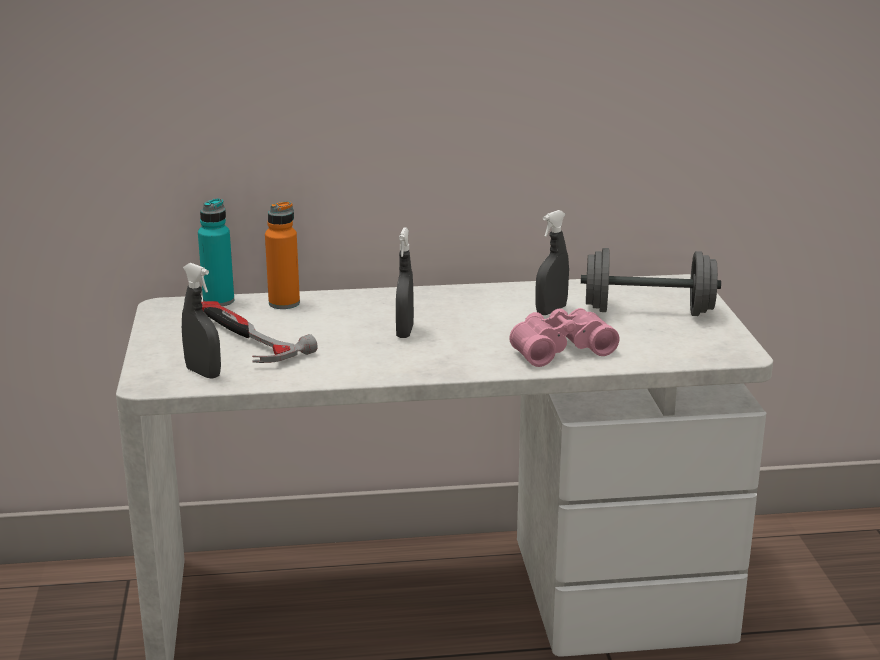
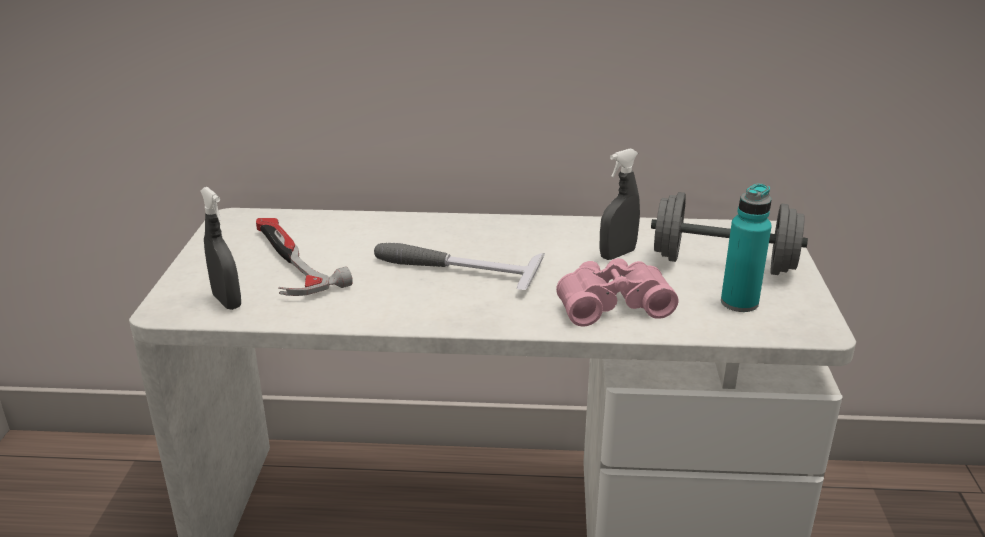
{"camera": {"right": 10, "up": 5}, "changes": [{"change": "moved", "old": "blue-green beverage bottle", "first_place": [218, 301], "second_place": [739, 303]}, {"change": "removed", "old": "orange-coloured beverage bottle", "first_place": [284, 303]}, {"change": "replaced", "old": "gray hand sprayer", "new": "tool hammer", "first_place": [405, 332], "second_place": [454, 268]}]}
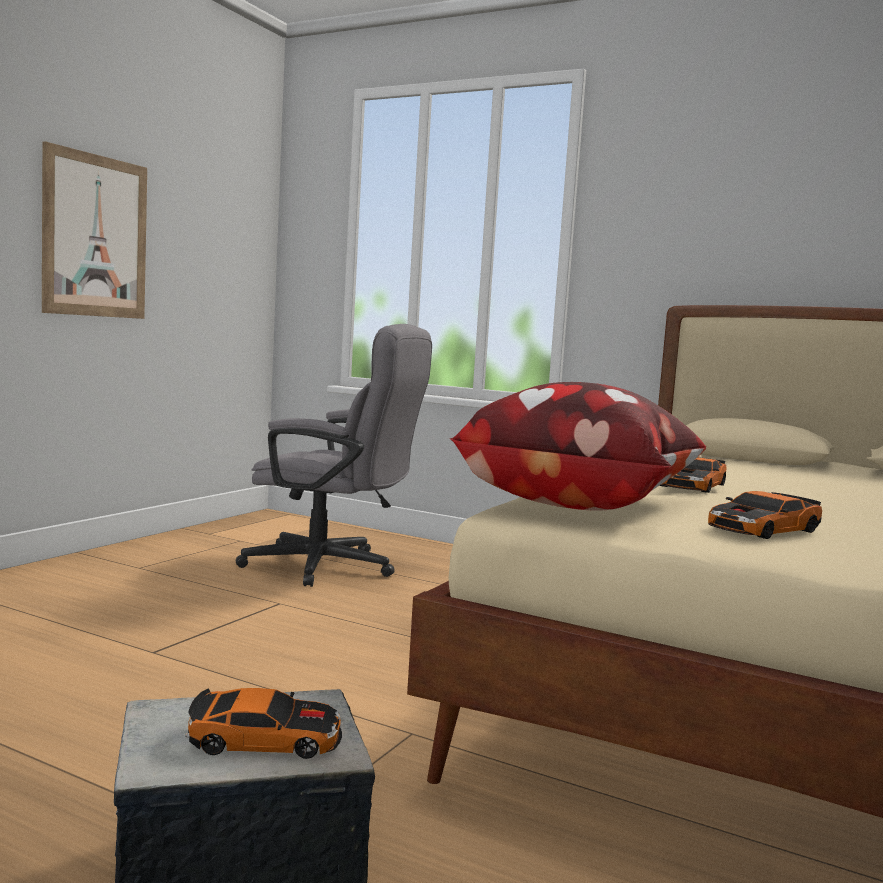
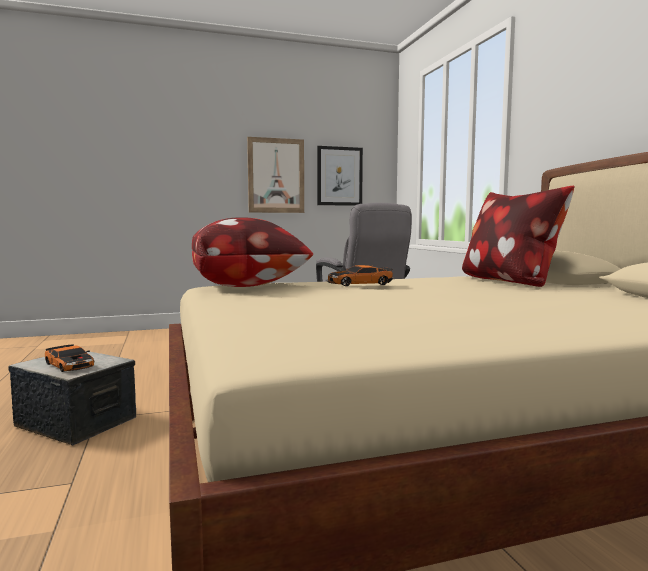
{"camera": {"right": 45, "up": 0}, "changes": [{"change": "removed", "old": "model car", "first_place": [763, 529]}, {"change": "added", "new": "wall art", "second_place": [339, 176]}, {"change": "added", "new": "throw pillow", "second_place": [509, 282]}]}
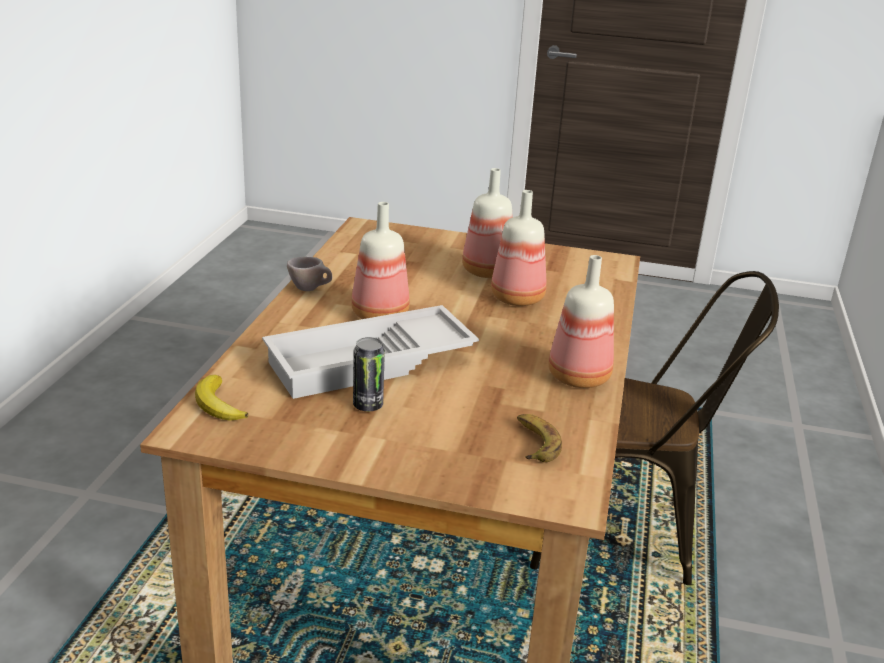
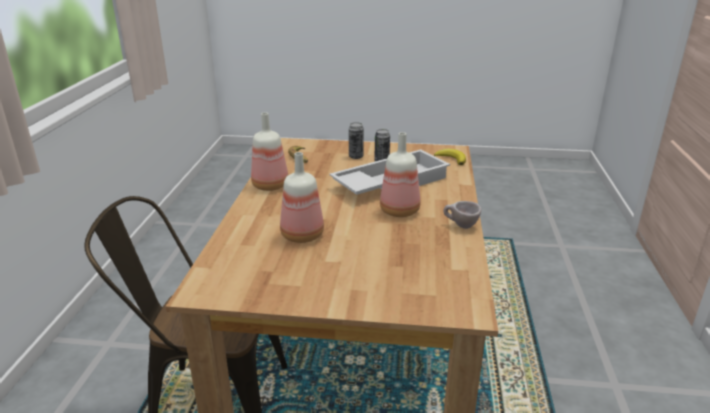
{"camera": {"right": 175, "up": 0}, "changes": [{"change": "removed", "old": "beverage bottle", "first_place": [486, 271]}, {"change": "added", "new": "sealed can", "second_place": [356, 157]}]}
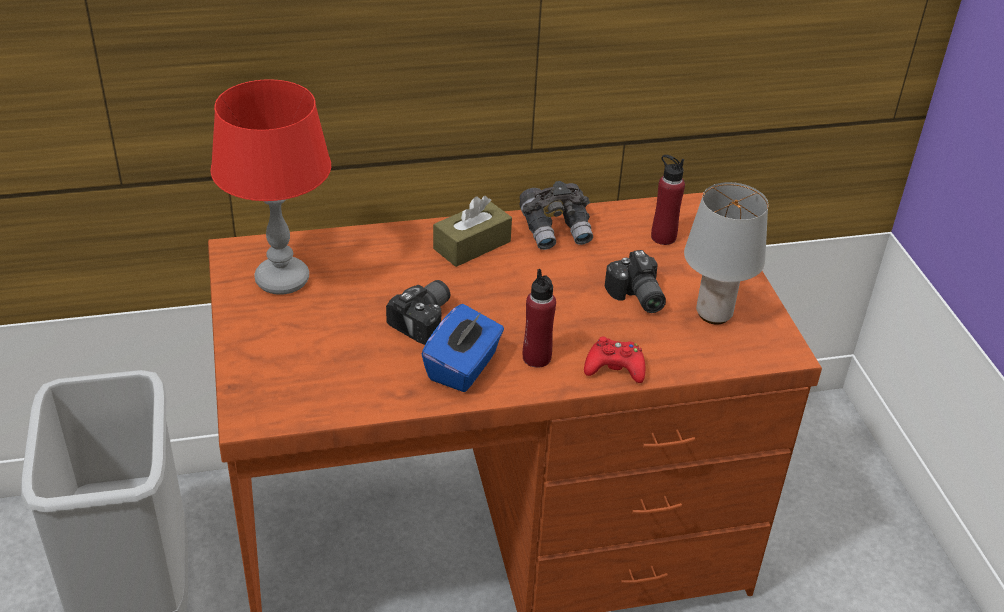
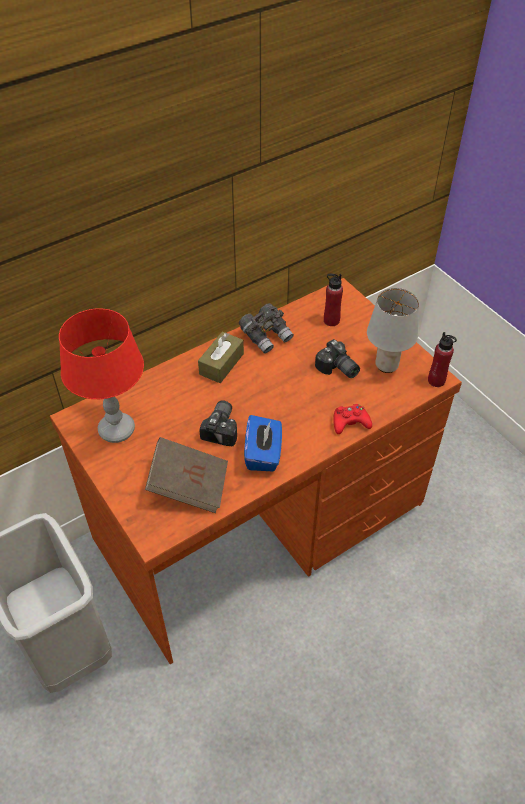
{"camera": {"right": -20, "up": 10}, "changes": [{"change": "moved", "old": "reddish beverage bottle", "first_place": [536, 358], "second_place": [436, 380]}, {"change": "added", "new": "brown book", "second_place": [189, 485]}]}
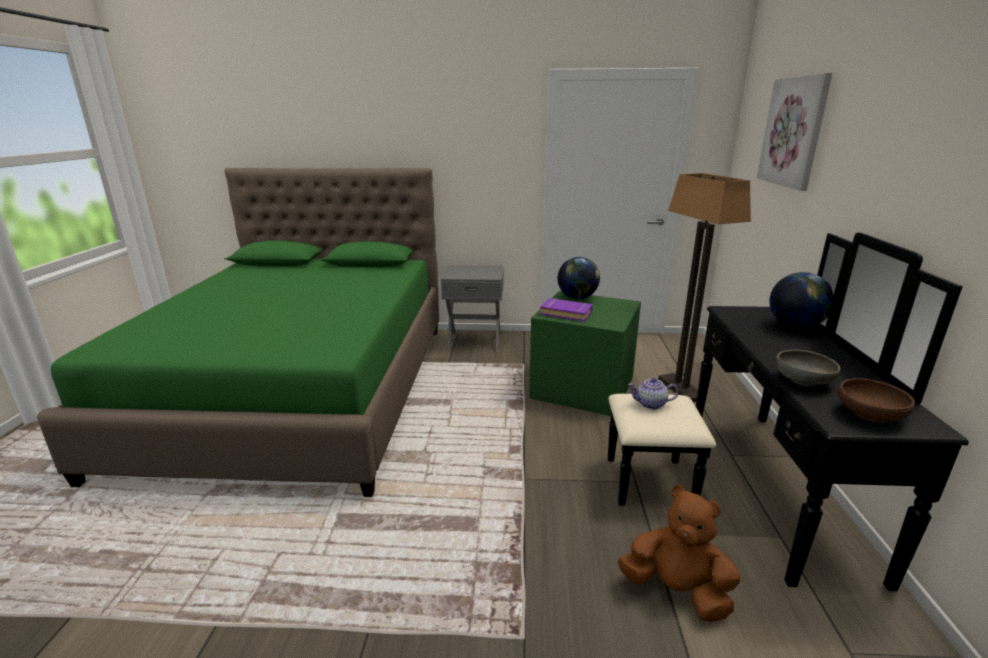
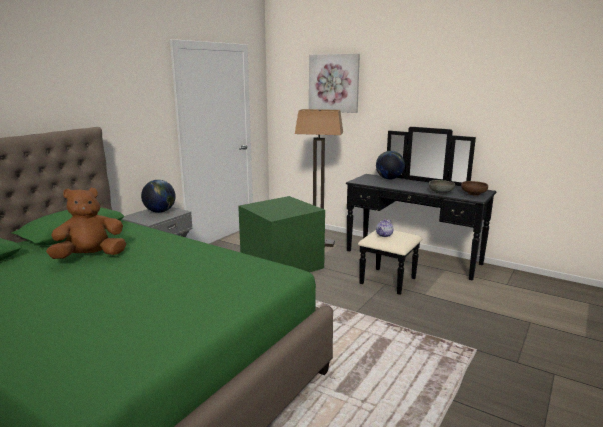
{"camera": {"right": -60, "up": -5}, "changes": [{"change": "removed", "old": "purple-coloured book", "first_place": [566, 313]}, {"change": "moved", "old": "desk globe", "first_place": [577, 298], "second_place": [160, 212]}, {"change": "moved", "old": "brown soft toy", "first_place": [676, 591], "second_place": [90, 256]}]}
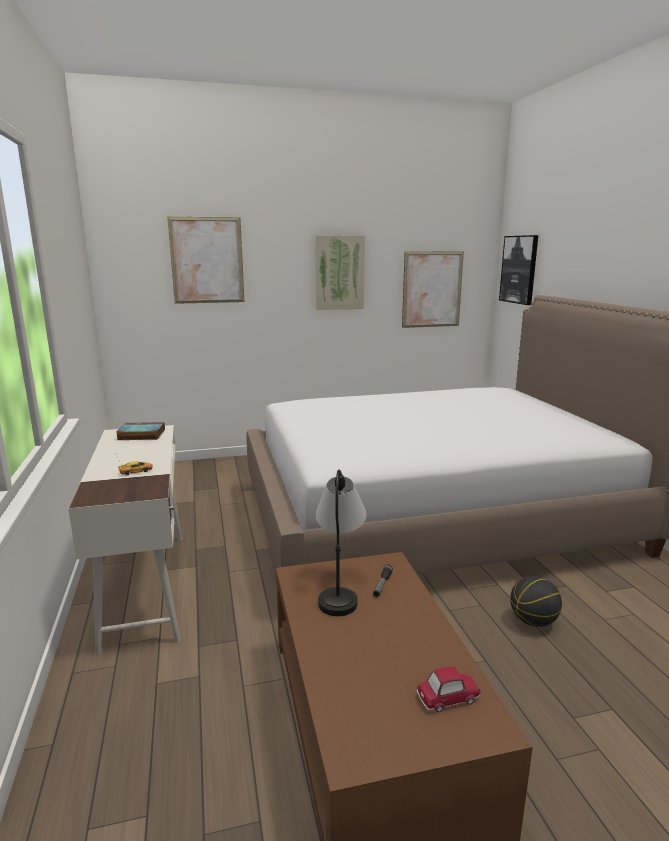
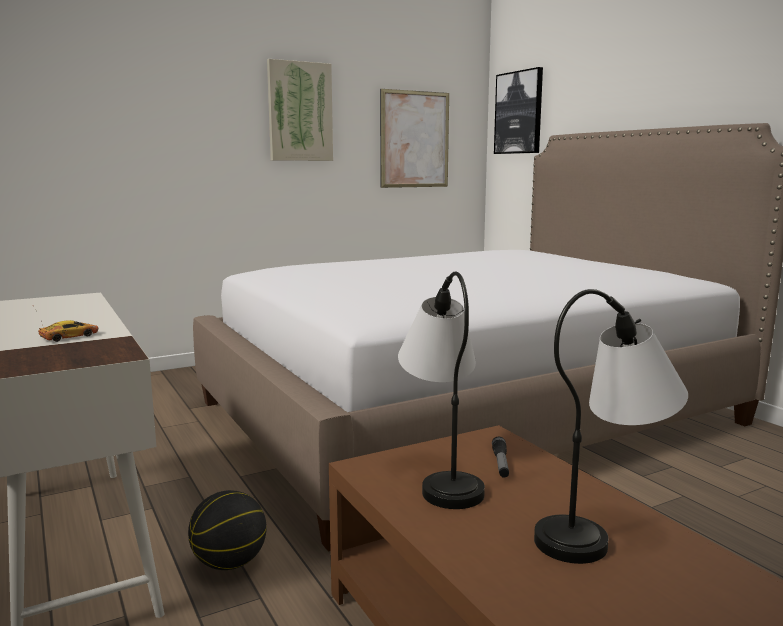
{"camera": {"right": -15, "up": -5}, "changes": [{"change": "removed", "old": "book", "first_place": [140, 435]}, {"change": "removed", "old": "wall art", "first_place": [207, 260]}, {"change": "removed", "old": "model car", "first_place": [448, 697]}, {"change": "moved", "old": "ball for basketball", "first_place": [533, 621], "second_place": [230, 563]}, {"change": "added", "new": "table lamp", "second_place": [606, 530]}]}
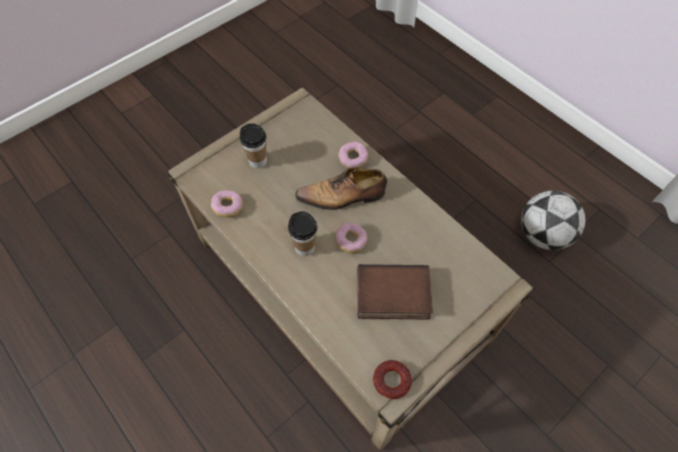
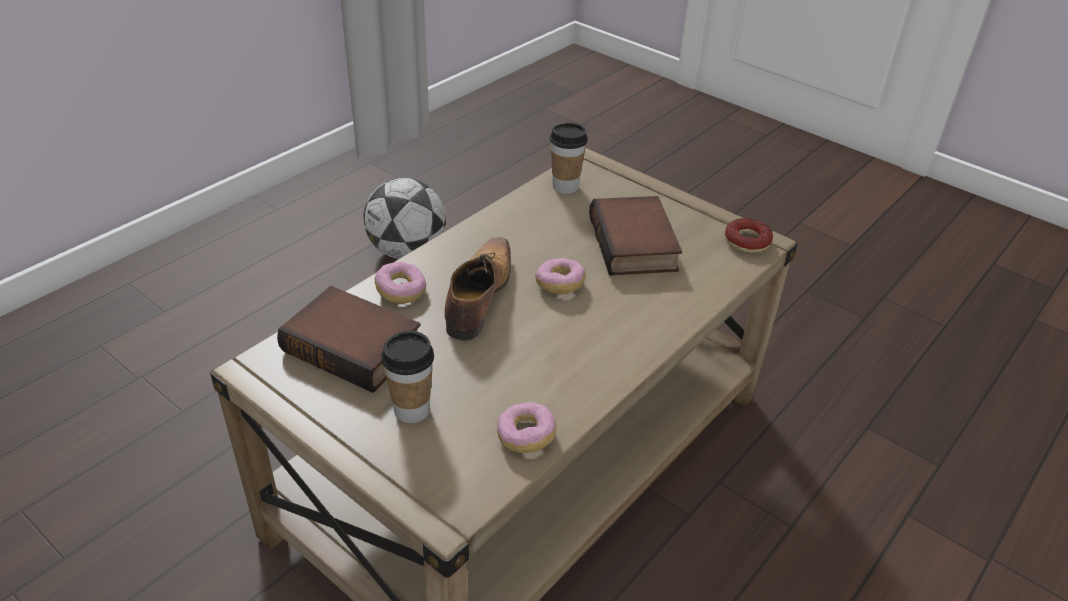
{"camera": {"right": -100, "up": -20}, "changes": [{"change": "moved", "old": "small cup", "first_place": [305, 247], "second_place": [565, 186]}, {"change": "turned", "old": "low shoe", "first_place": [343, 196], "second_place": [478, 297], "degrees": -150}, {"change": "added", "new": "book", "second_place": [356, 346]}]}
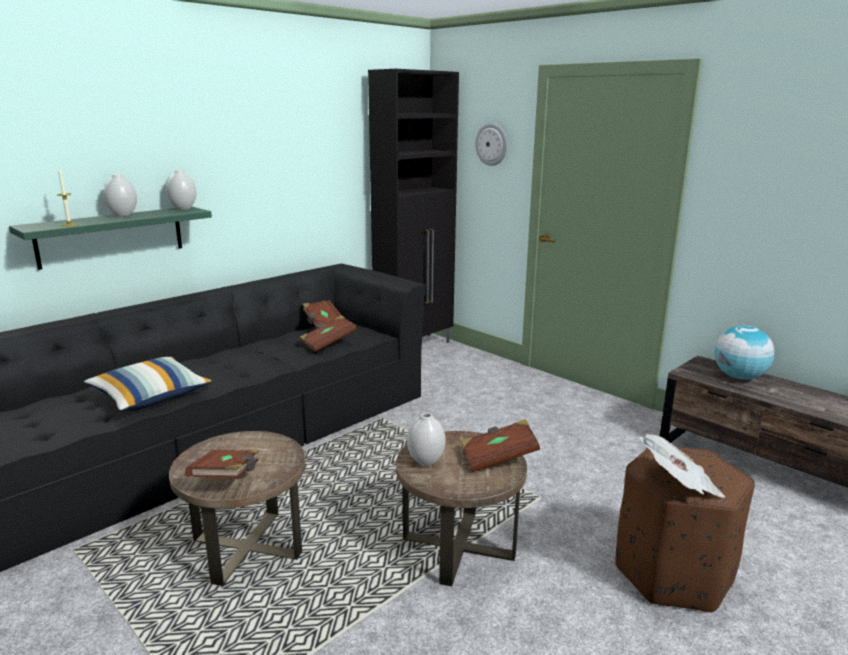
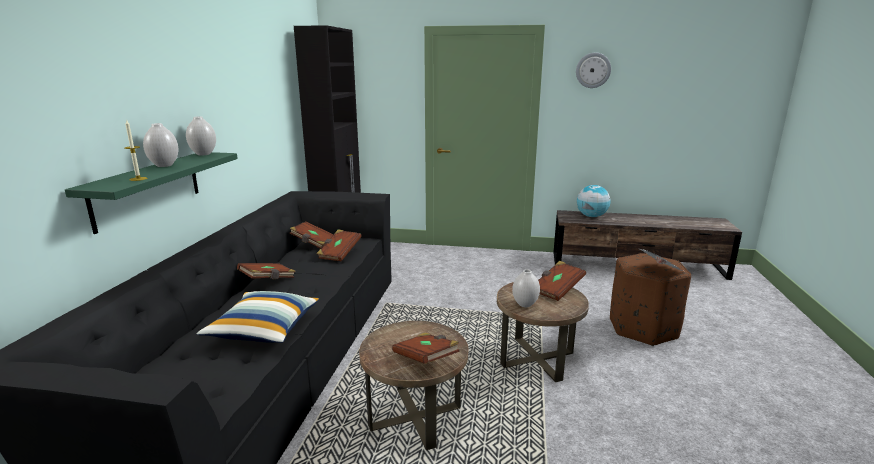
{"camera": {"right": -35, "up": 0}, "changes": [{"change": "moved", "old": "clock on the wall", "first_place": [492, 144], "second_place": [593, 70]}, {"change": "added", "new": "brown book", "second_place": [268, 280]}]}
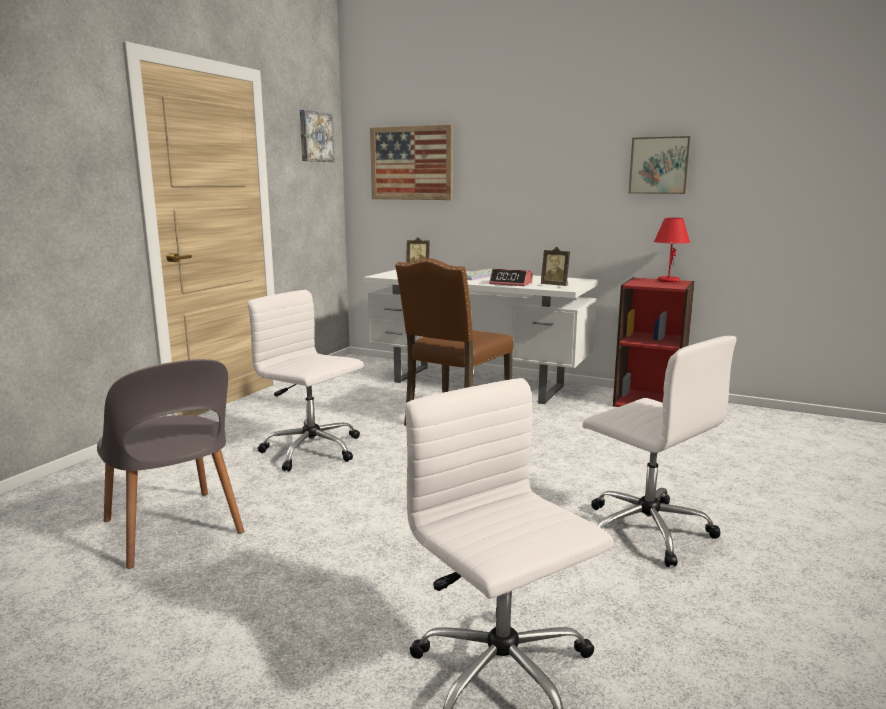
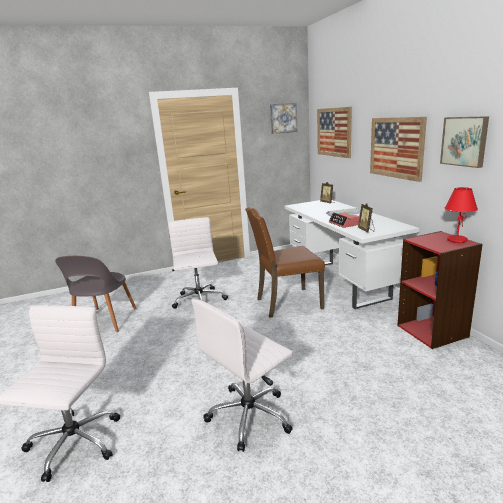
{"camera": {"right": 45, "up": 5}, "changes": [{"change": "turned", "old": "white computer chair", "first_place": [645, 529], "second_place": [250, 415], "degrees": 45}, {"change": "added", "new": "wall art", "second_place": [396, 147]}]}
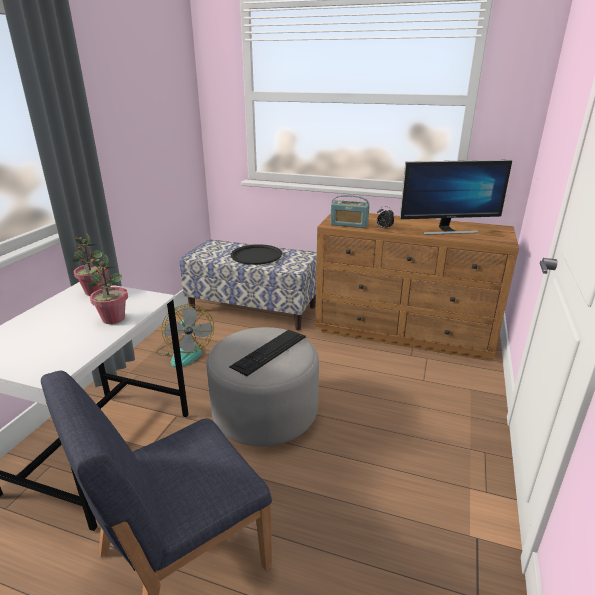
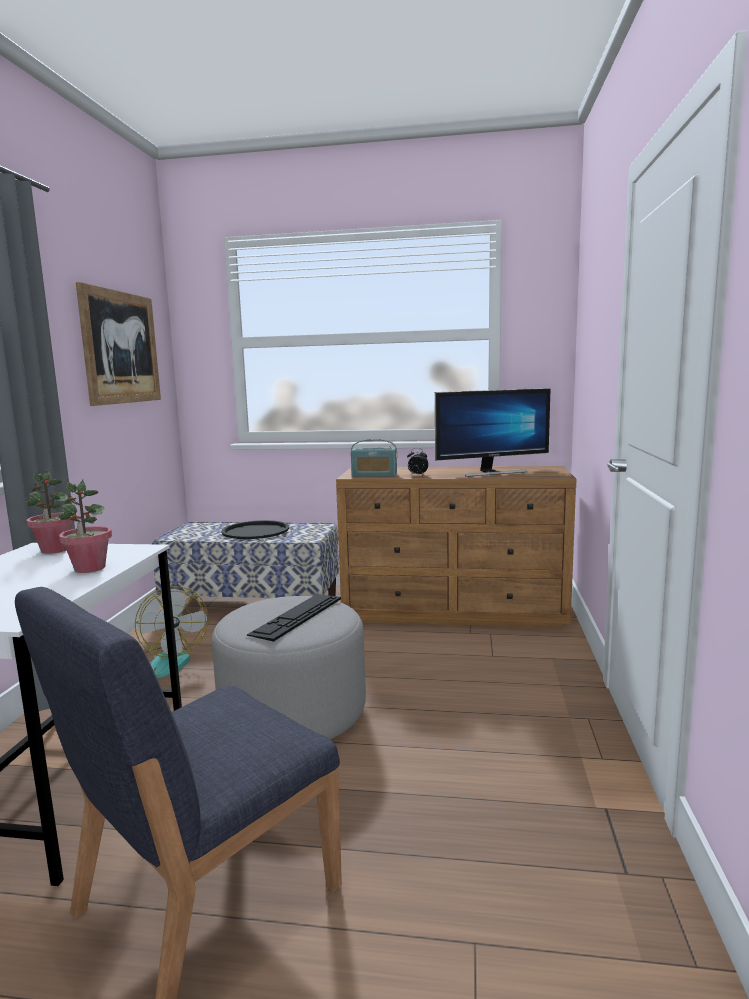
{"camera": {"right": -10, "up": -15}, "changes": [{"change": "added", "new": "wall art", "second_place": [121, 348]}]}
